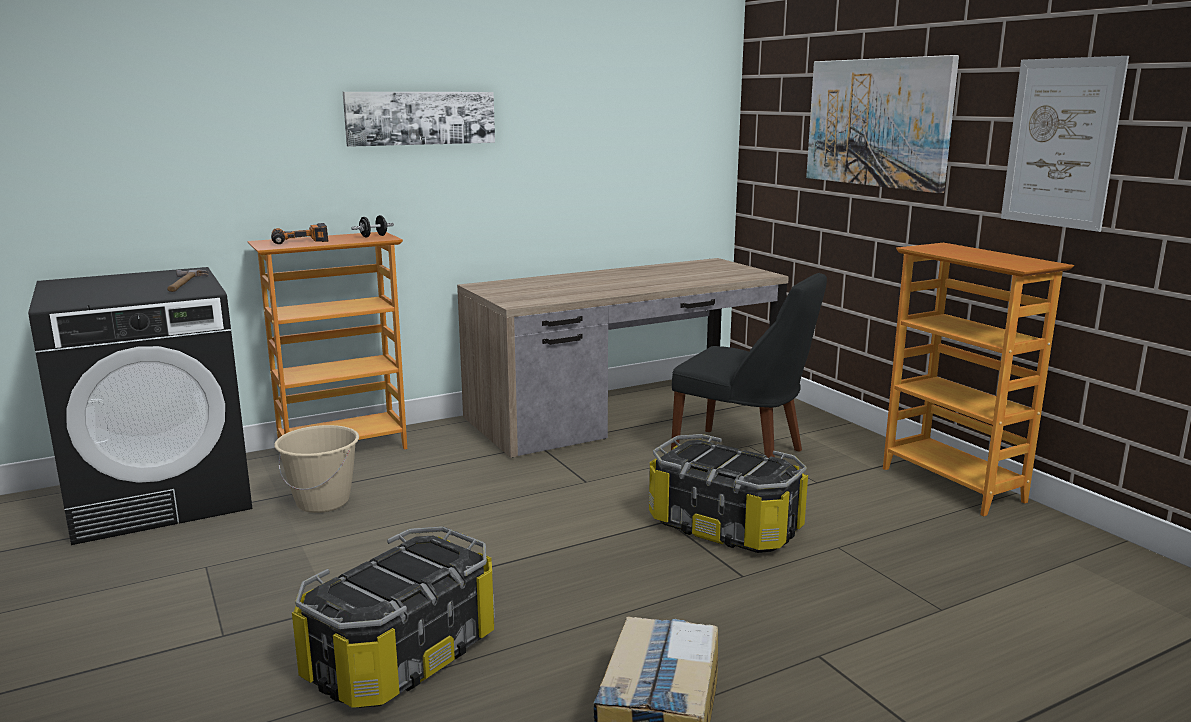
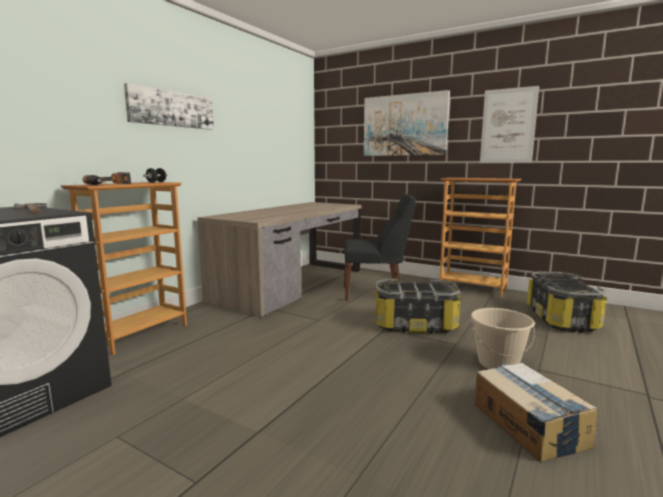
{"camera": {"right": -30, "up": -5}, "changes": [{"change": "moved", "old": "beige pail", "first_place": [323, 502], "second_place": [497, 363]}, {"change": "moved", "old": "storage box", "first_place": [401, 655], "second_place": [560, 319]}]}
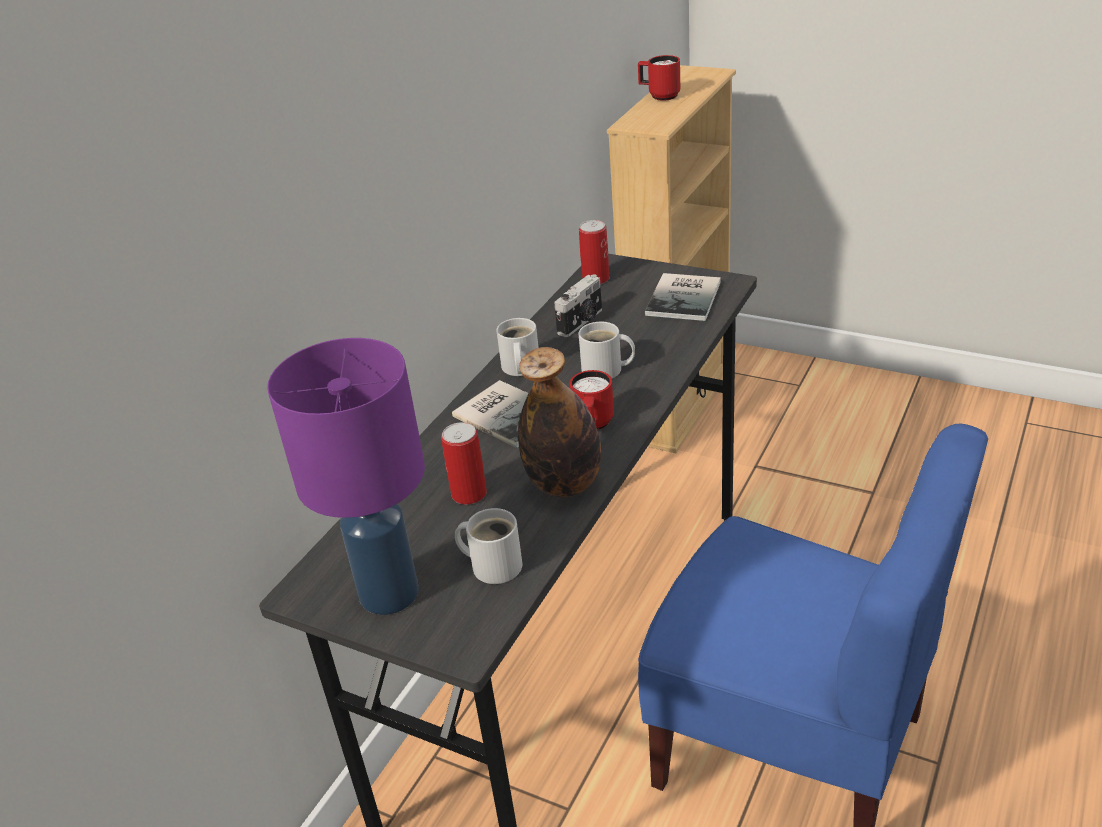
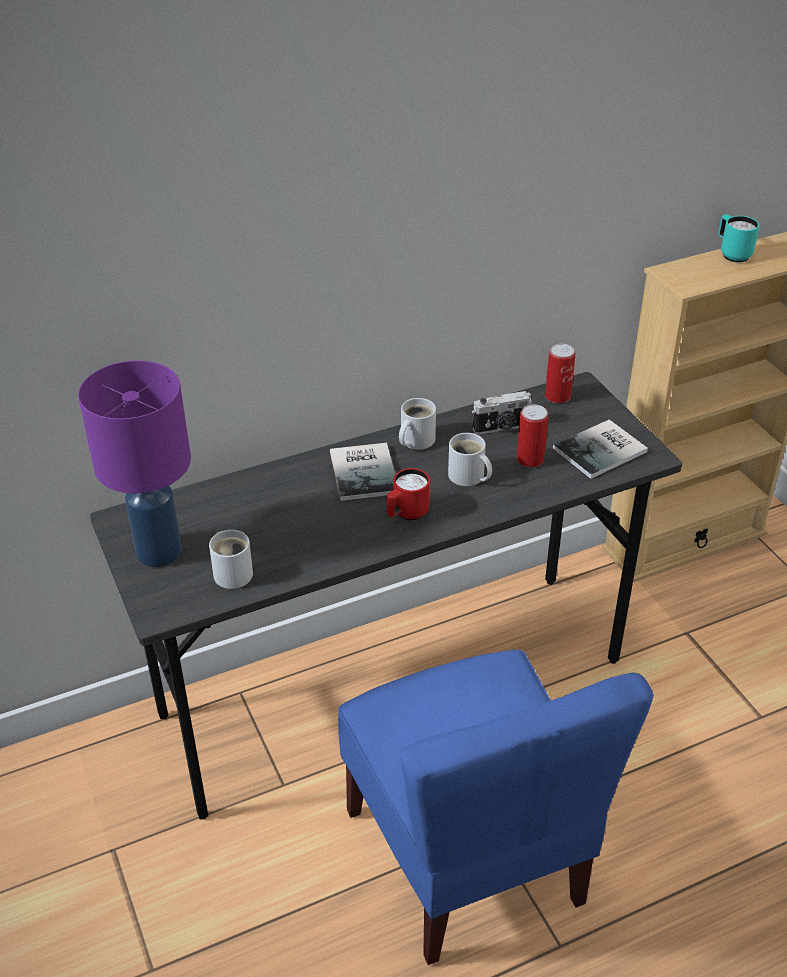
{"camera": {"right": 35, "up": 5}, "changes": [{"change": "moved", "old": "sealed can", "first_place": [469, 494], "second_place": [530, 459]}, {"change": "removed", "old": "beverage bottle", "first_place": [564, 484]}, {"change": "recoloured", "old": "reddish coffee mug", "new": "blue-green coffee mug", "first_place": [659, 96], "second_place": [732, 254]}]}
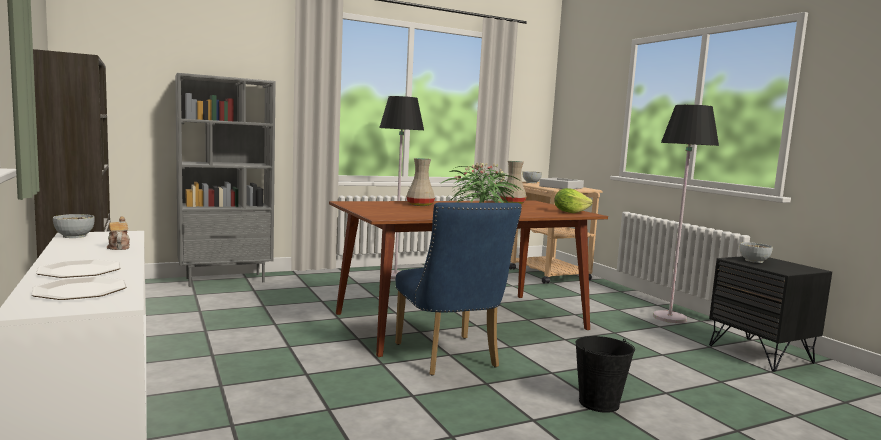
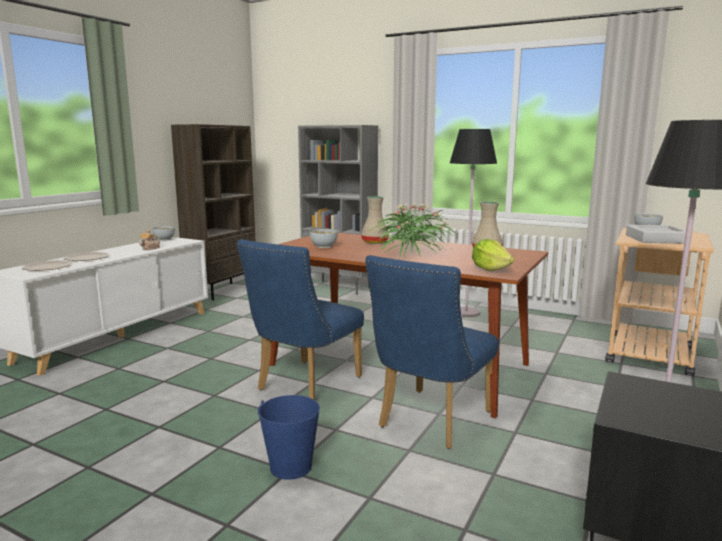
{"camera": {"right": 55, "up": 5}, "changes": [{"change": "recoloured", "old": "black pail", "new": "blue pail", "first_place": [598, 403], "second_place": [291, 467]}, {"change": "moved", "old": "bowl", "first_place": [754, 261], "second_place": [324, 246]}, {"change": "added", "new": "blue chair", "second_place": [429, 422]}]}
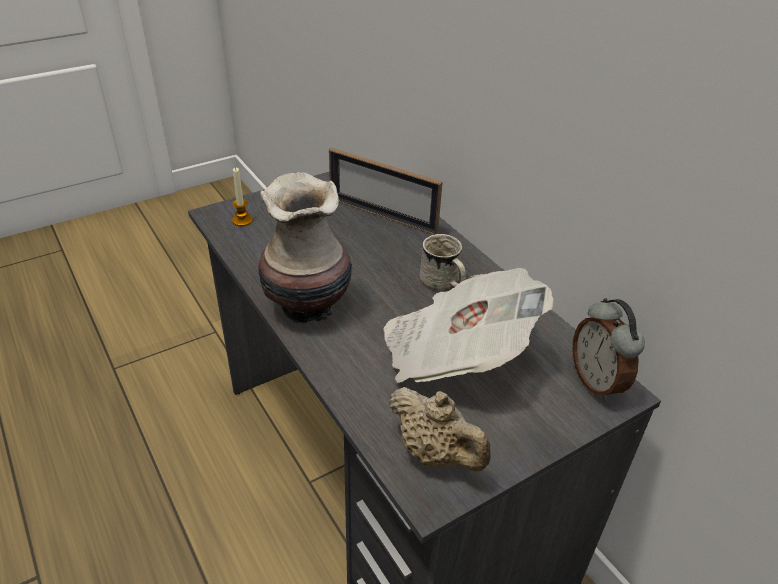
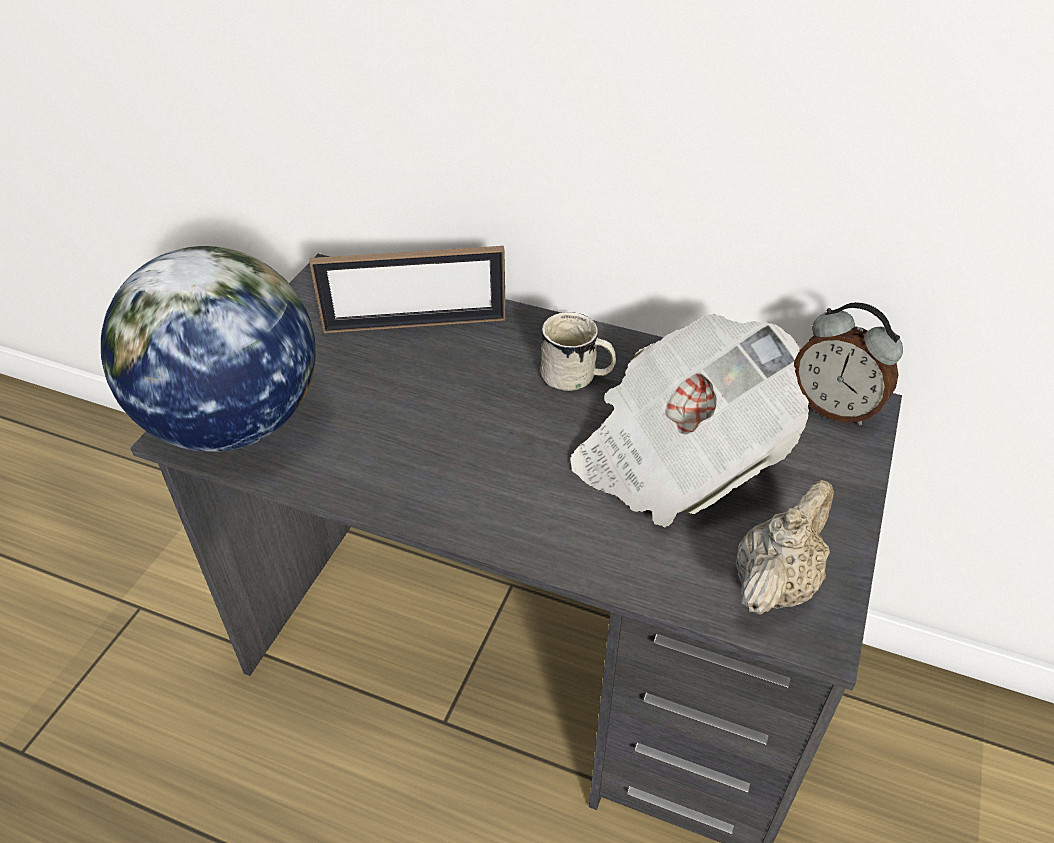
{"camera": {"right": -35, "up": 5}, "changes": [{"change": "replaced", "old": "candle", "new": "desk globe", "first_place": [242, 220], "second_place": [233, 422]}, {"change": "removed", "old": "decorative vase", "first_place": [309, 306]}, {"change": "turned", "old": "beige pot for tea", "first_place": [436, 453], "second_place": [775, 583], "degrees": -60}]}
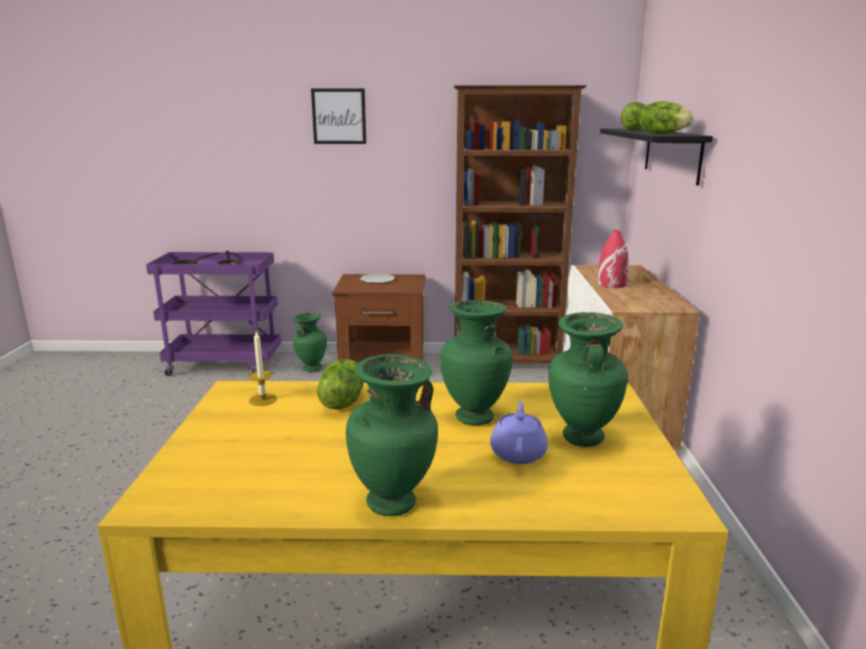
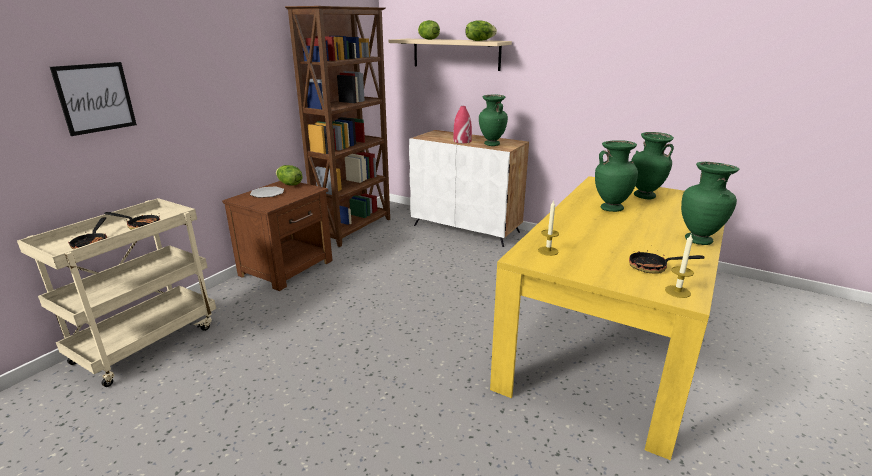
{"camera": {"right": -60, "up": 5}, "changes": [{"change": "recoloured", "old": "purple-coloured wheeled cart", "new": "beige wheeled cart", "first_place": [225, 365], "second_place": [147, 342]}, {"change": "moved", "old": "greenish decorative vase", "first_place": [311, 368], "second_place": [491, 144]}, {"change": "moved", "old": "wall art", "first_place": [339, 116], "second_place": [95, 98]}, {"change": "moved", "old": "head of lettuce", "first_place": [342, 401], "second_place": [289, 184]}, {"change": "removed", "old": "purple-coloured pot for tea", "first_place": [518, 453]}, {"change": "recoloured", "old": "black bracket shelf", "new": "beige bracket shelf", "first_place": [672, 154], "second_place": [456, 54]}, {"change": "added", "new": "skillet", "second_place": [653, 267]}, {"change": "added", "new": "candle", "second_place": [677, 291]}]}
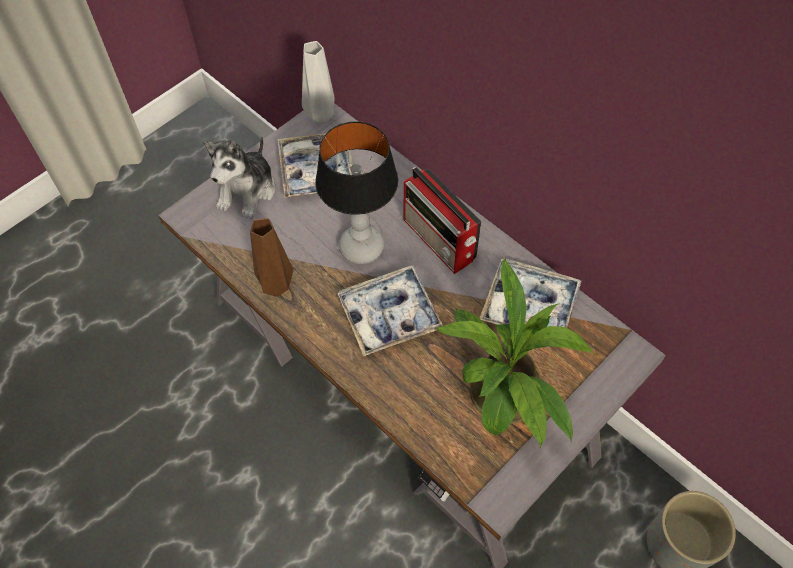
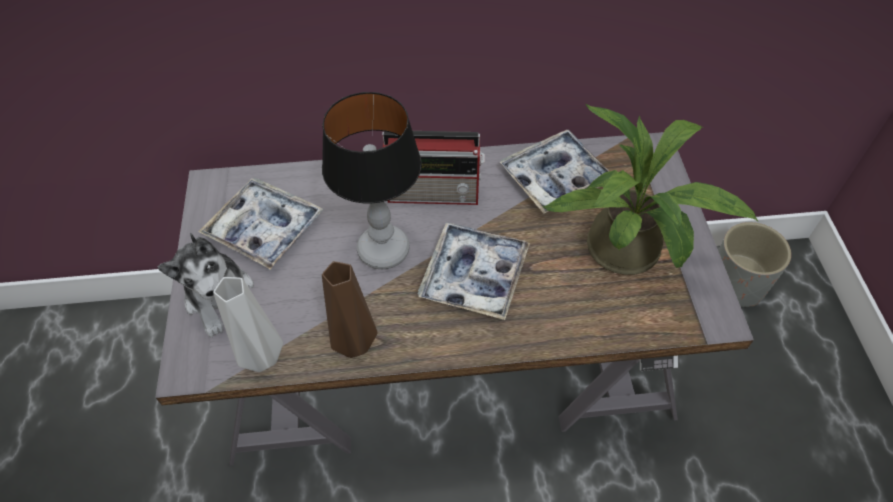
{"camera": {"right": -50, "up": -5}, "changes": [{"change": "moved", "old": "gray decorative vase", "first_place": [320, 117], "second_place": [263, 360]}]}
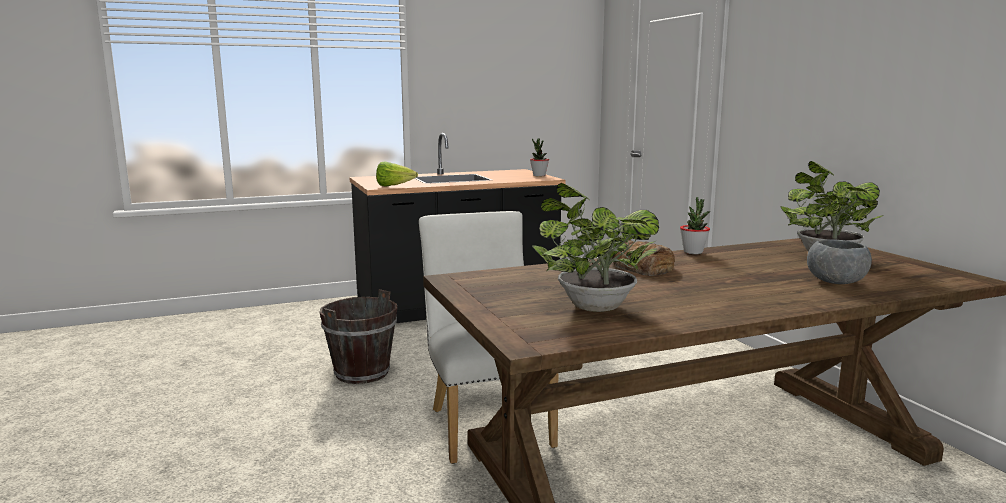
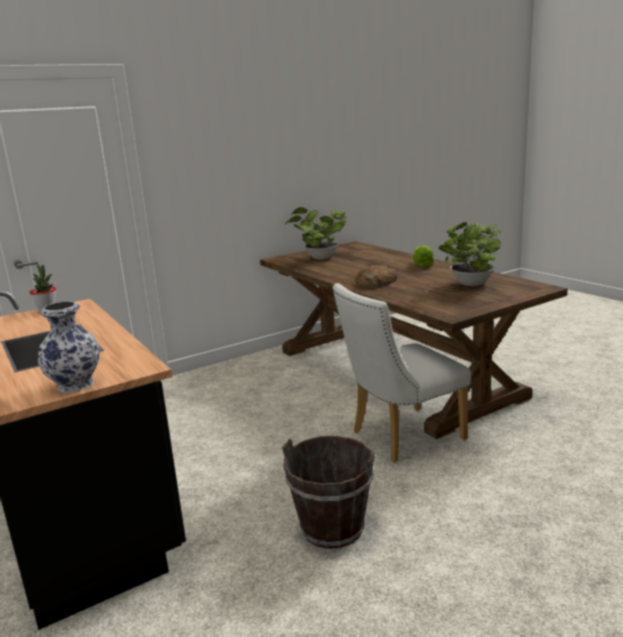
{"camera": {"right": -100, "up": 5}, "changes": [{"change": "moved", "old": "head of lettuce", "first_place": [394, 186], "second_place": [421, 265]}, {"change": "removed", "old": "houseplant", "first_place": [693, 252]}, {"change": "removed", "old": "gray bowl", "first_place": [836, 282]}, {"change": "added", "new": "decorative vase", "second_place": [76, 384]}]}
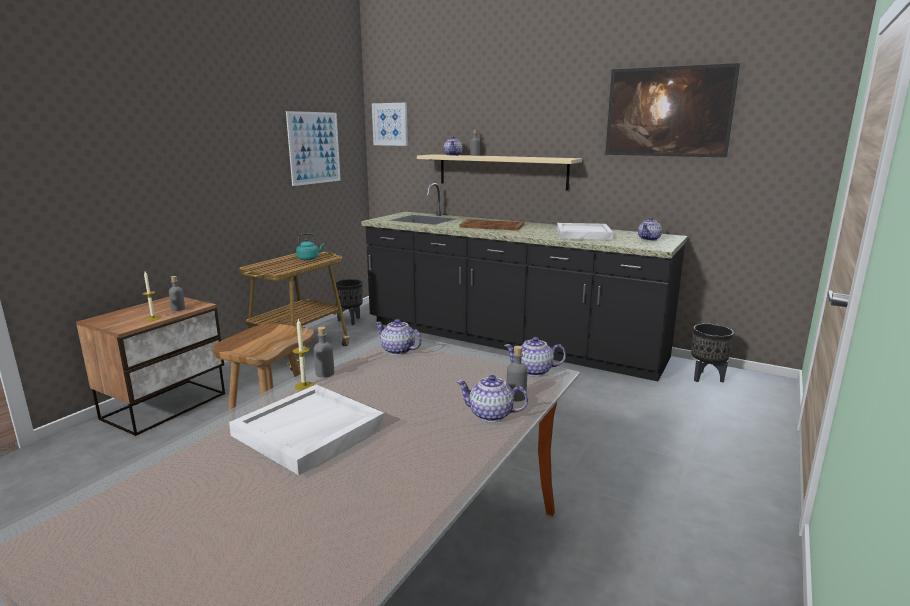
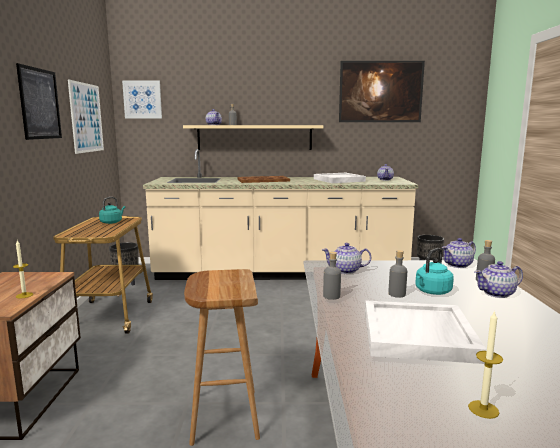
{"camera": {"right": -30, "up": -5}, "changes": [{"change": "moved", "old": "gray beverage bottle", "first_place": [178, 309], "second_place": [397, 294]}, {"change": "moved", "old": "candle", "first_place": [304, 386], "second_place": [483, 409]}, {"change": "recoloured", "old": "black counter", "new": "beige counter", "first_place": [509, 341], "second_place": [280, 273]}, {"change": "added", "new": "wall art", "second_place": [40, 104]}, {"change": "added", "new": "blue-green water kettle", "second_place": [432, 292]}]}
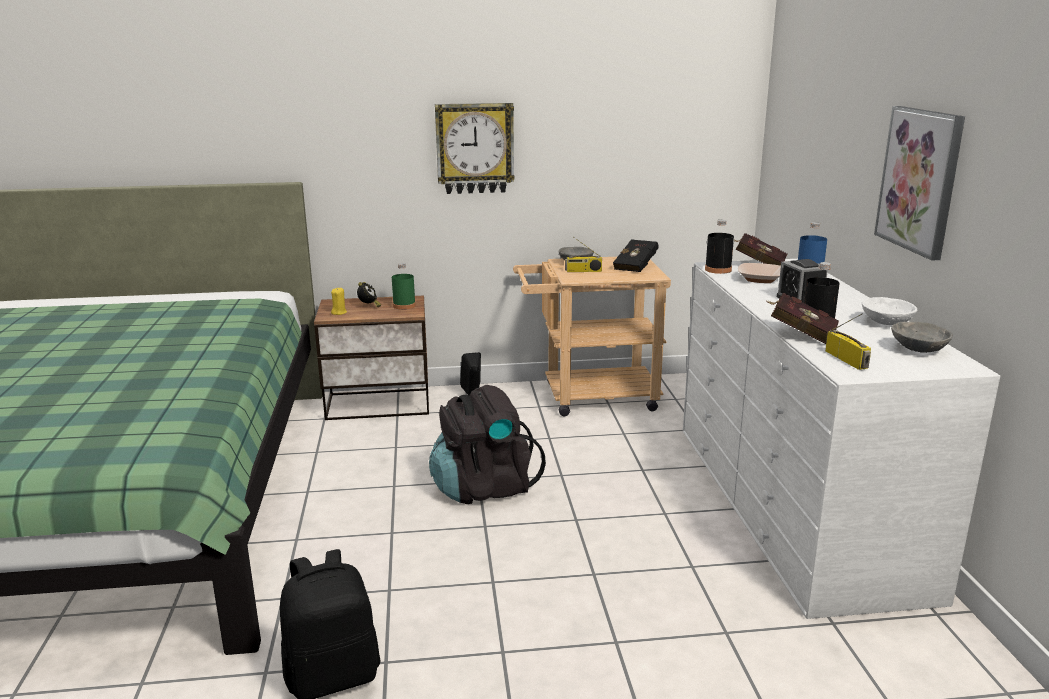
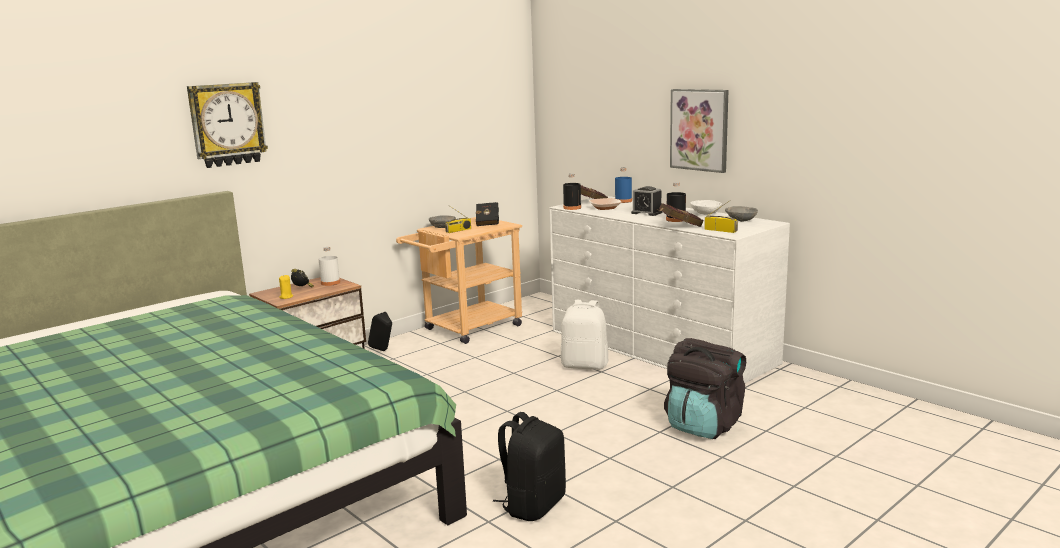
{"camera": {"right": -35, "up": -5}, "changes": [{"change": "recoloured", "old": "greenish beverage bottle", "new": "white beverage bottle", "first_place": [404, 306], "second_place": [330, 283]}, {"change": "moved", "old": "black backpack", "first_place": [484, 488], "second_place": [704, 425]}, {"change": "moved", "old": "clock on the wall", "first_place": [475, 148], "second_place": [227, 124]}, {"change": "added", "new": "white backpack", "second_place": [585, 365]}]}
